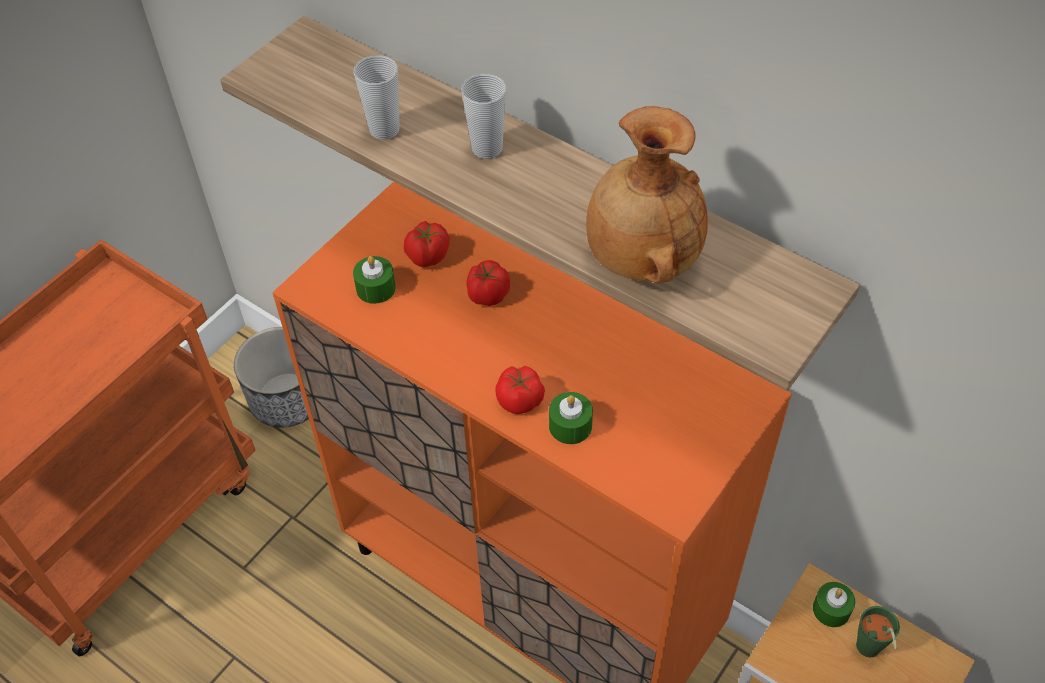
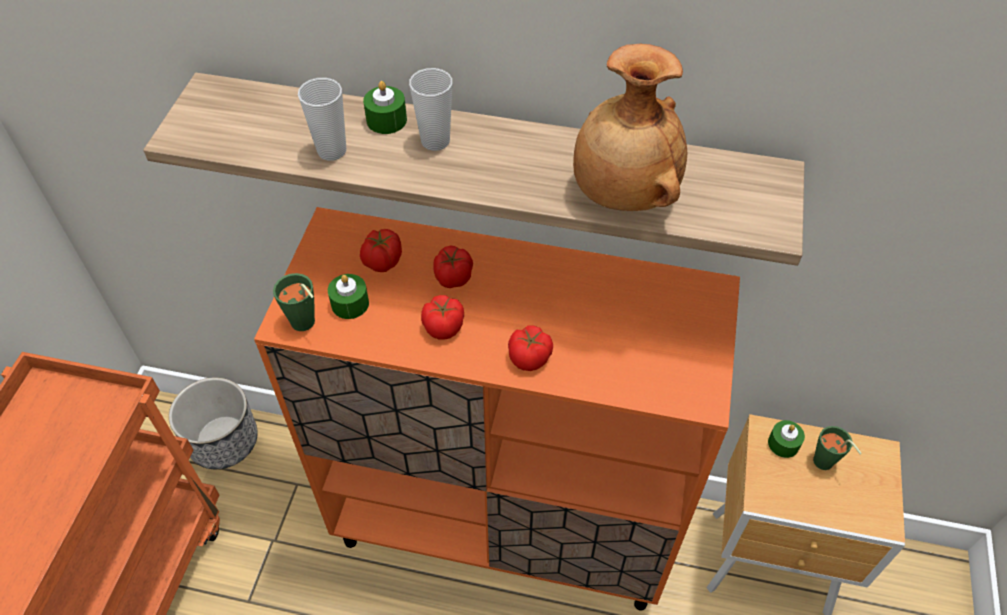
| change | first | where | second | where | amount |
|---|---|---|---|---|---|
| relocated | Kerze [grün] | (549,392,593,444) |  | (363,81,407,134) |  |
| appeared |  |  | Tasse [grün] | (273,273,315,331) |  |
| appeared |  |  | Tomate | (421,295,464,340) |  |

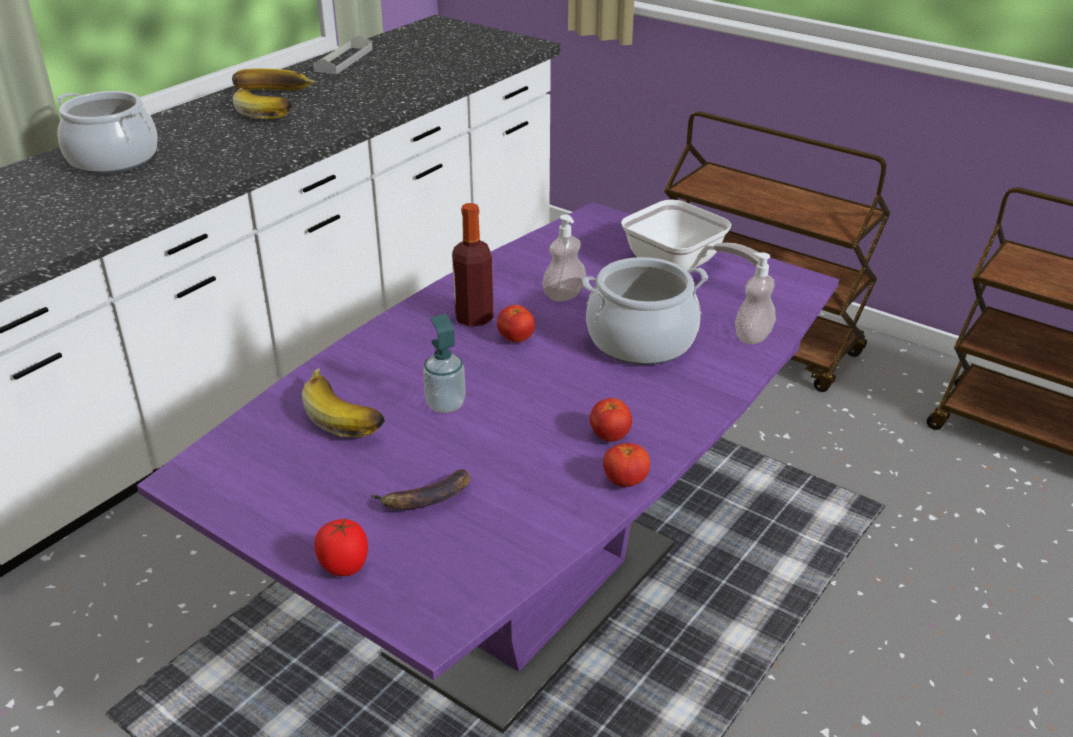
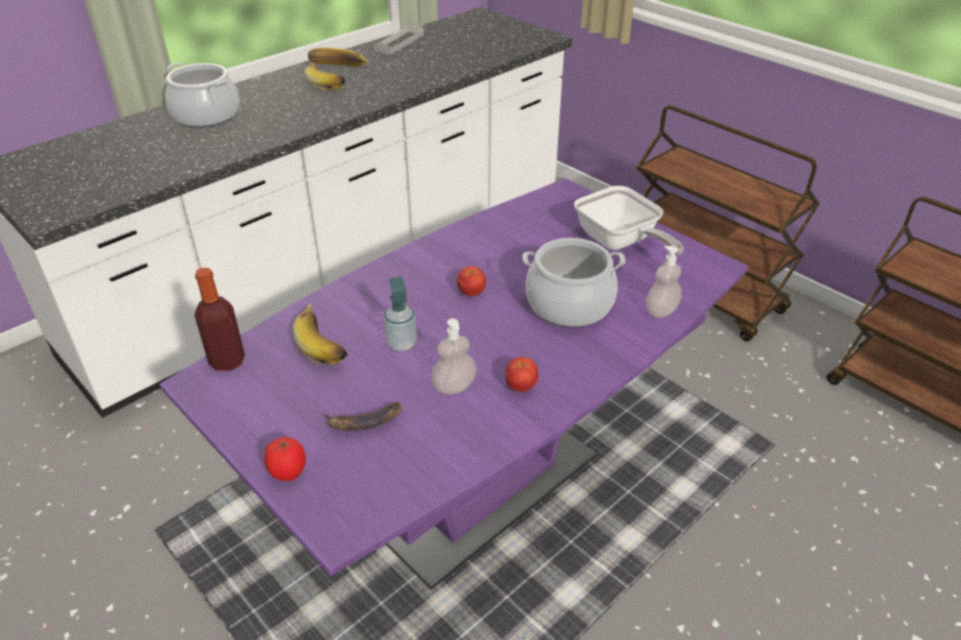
| change | first | where | second | where | amount |
|---|---|---|---|---|---|
| relocated | Flasche | (452,203,494,327) |  | (195,268,245,371) |  |
| relocated | Seifenspender | (542,214,586,301) |  | (431,318,477,395) |  |
| missing | Tomate | (603,443,650,487) |  |  |  |

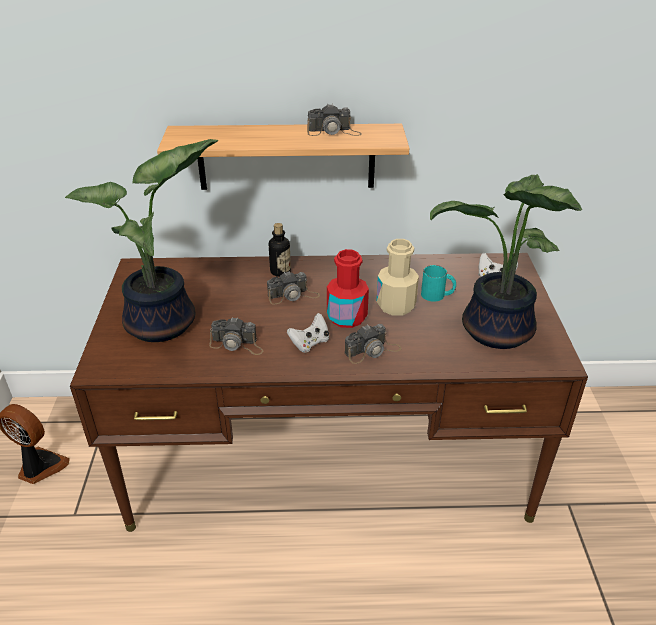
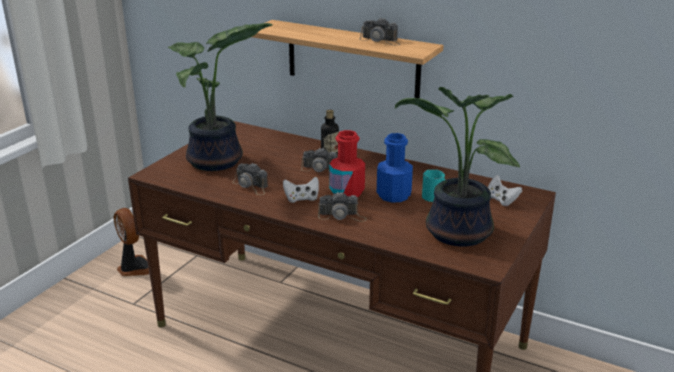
| change | first | where | second | where | amount |
|---|---|---|---|---|---|
| colour | Flasche [beige] | (377,239,419,316) | Flasche [blau] | (377,133,413,203) |  |

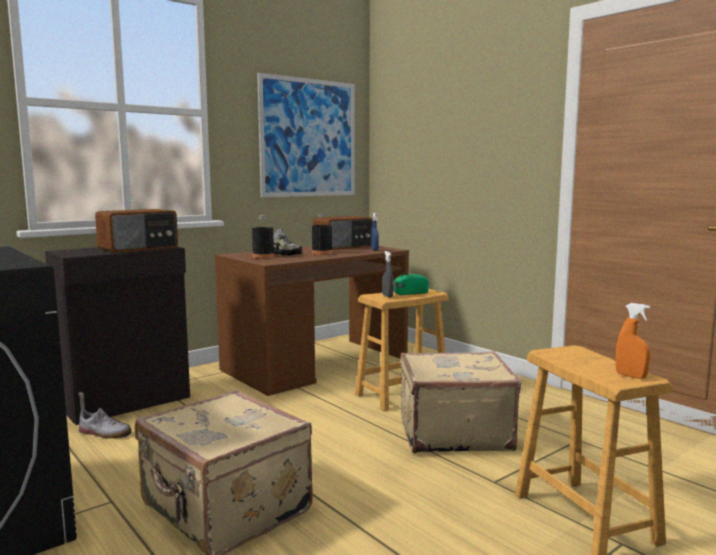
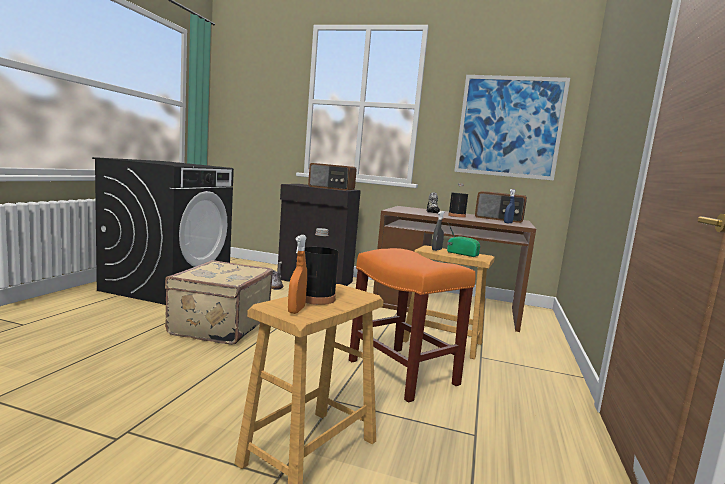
| change | first | where | second | where | amount |
|---|---|---|---|---|---|
| relocated | Flasche [schwarz] | (252,215,274,259) |  | (305,228,339,305) |  |
| exchanged | Koffer [beige] | (400,351,521,453) | Hocker [orange] | (349,248,476,403) |  |

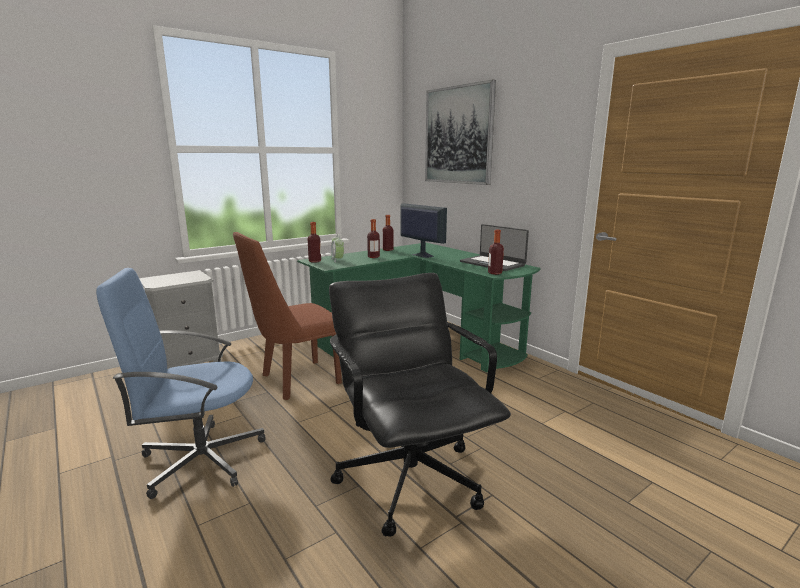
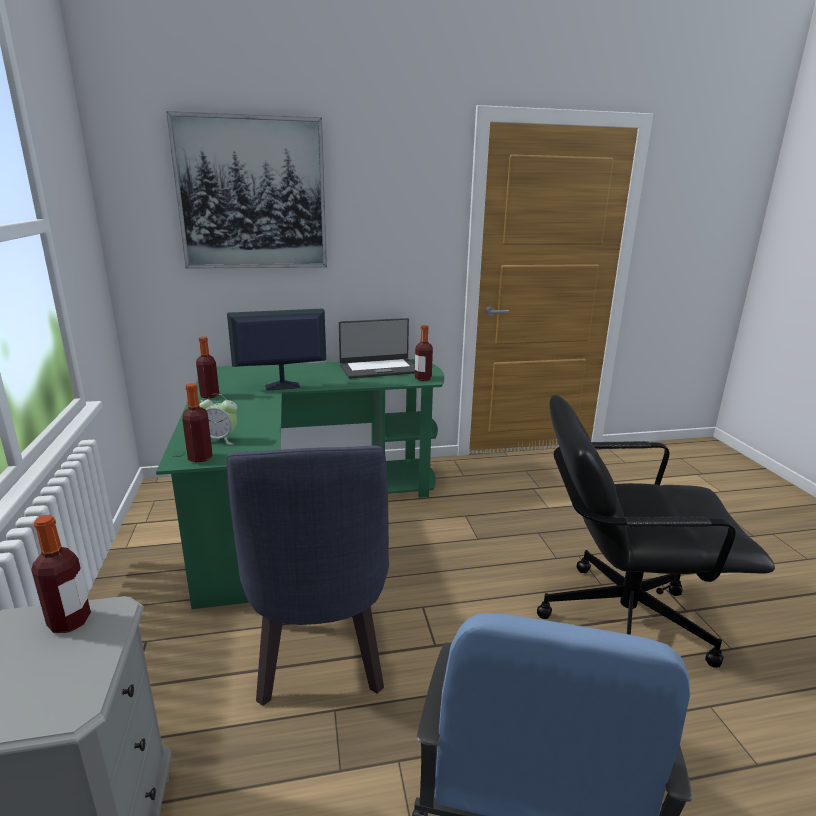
| change | first | where | second | where | amount |
|---|---|---|---|---|---|
| colour | Stuhl [braun] | (233,232,342,400) | Stuhl [blau] | (227,446,389,706) |  |
| relocated | Flasche | (367,219,380,258) |  | (31,515,91,633) |  |

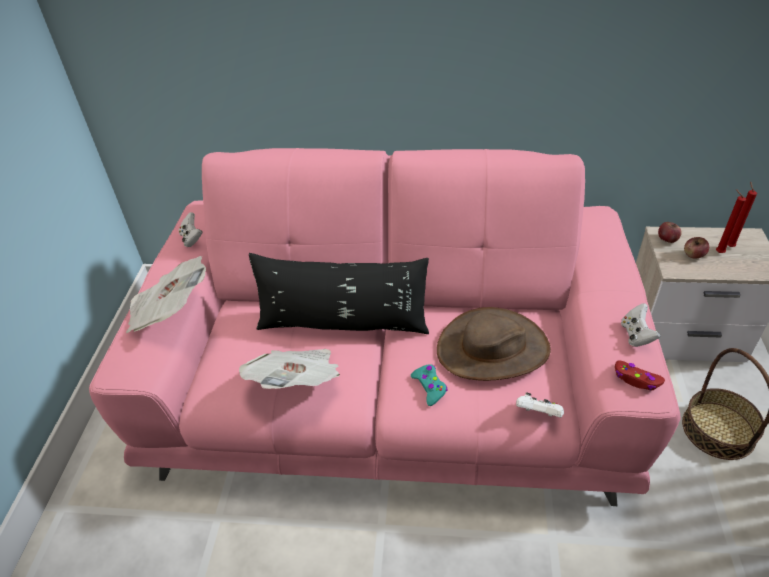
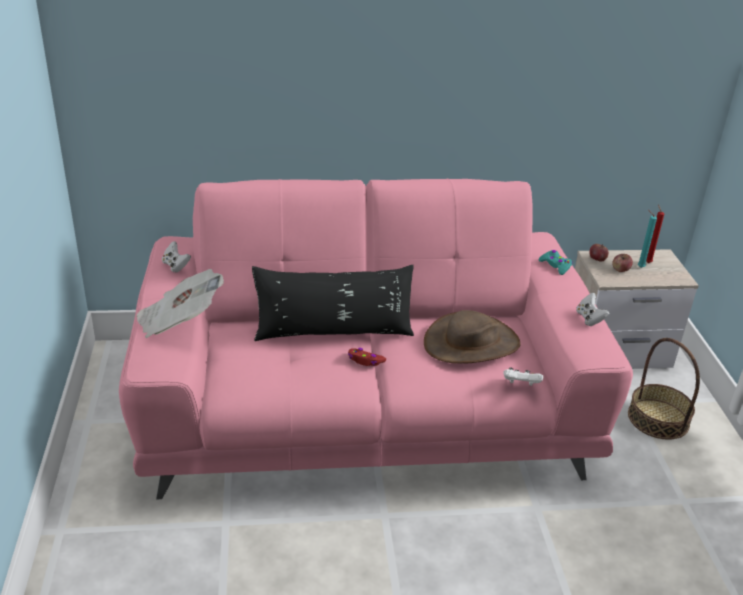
| change | first | where | second | where | amount |
|---|---|---|---|---|---|
| missing | Zeitung | (239,349,340,389) |  |  |  |
| relocated | Gamepad [türkis] | (411,364,447,406) |  | (539,250,573,275) |  |
| relocated | Gamepad [rot] | (615,360,665,390) |  | (348,348,386,366) |  |
| colour | Kerze [rot] | (716,189,746,253) | Kerze [türkis] | (638,210,657,268) |  |

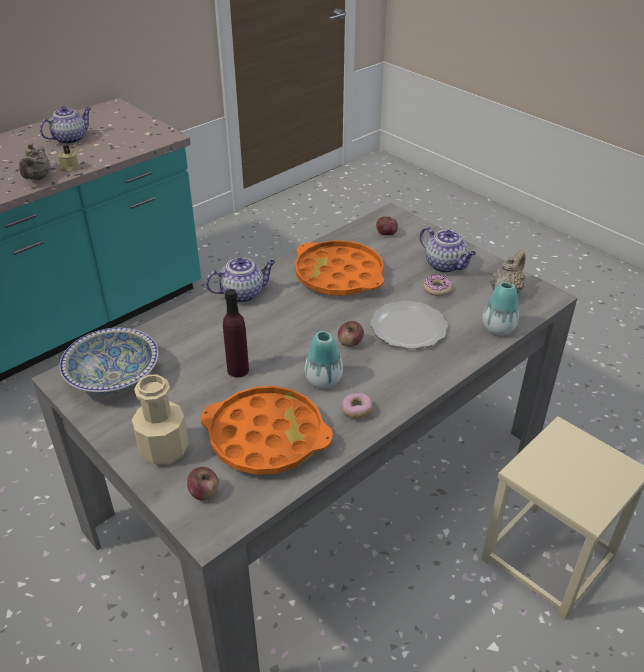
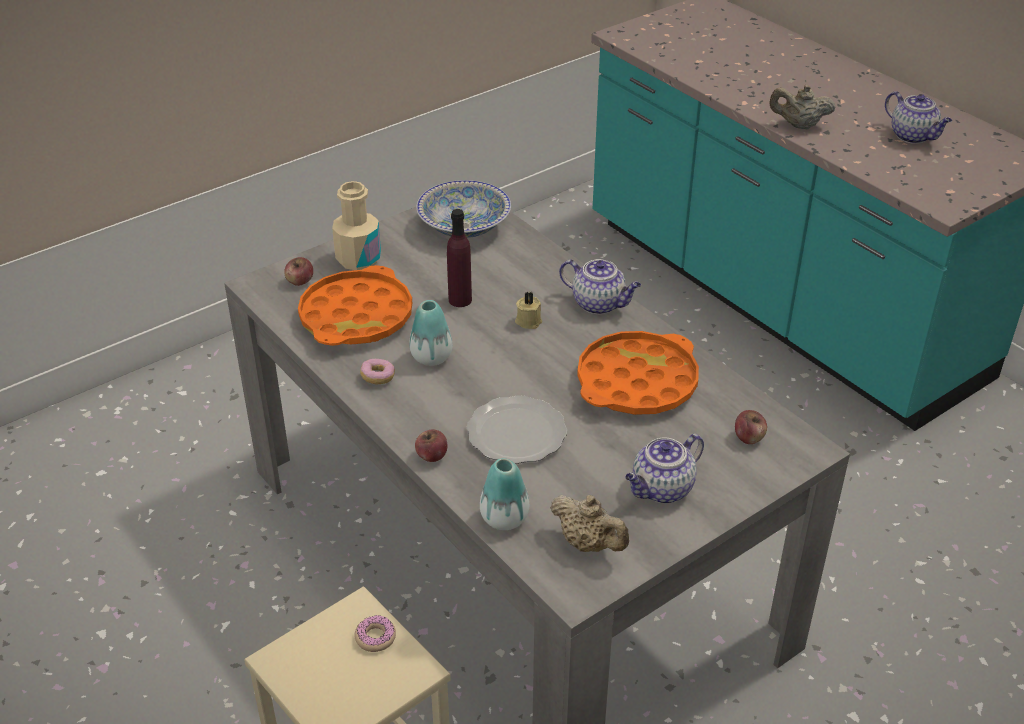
| change | first | where | second | where | amount |
|---|---|---|---|---|---|
| relocated | Kerze [beige] | (58,145,80,172) |  | (515,292,542,329) |  |
| spun | Teekanne | (206,257,275,303) |  | (559,259,641,314) | 45 degrees counterclockwise |
| relocated | Apfel | (338,321,364,347) |  | (415,430,448,462) |  |
| relocated | Donut | (423,275,452,296) |  | (355,615,396,652) |  |

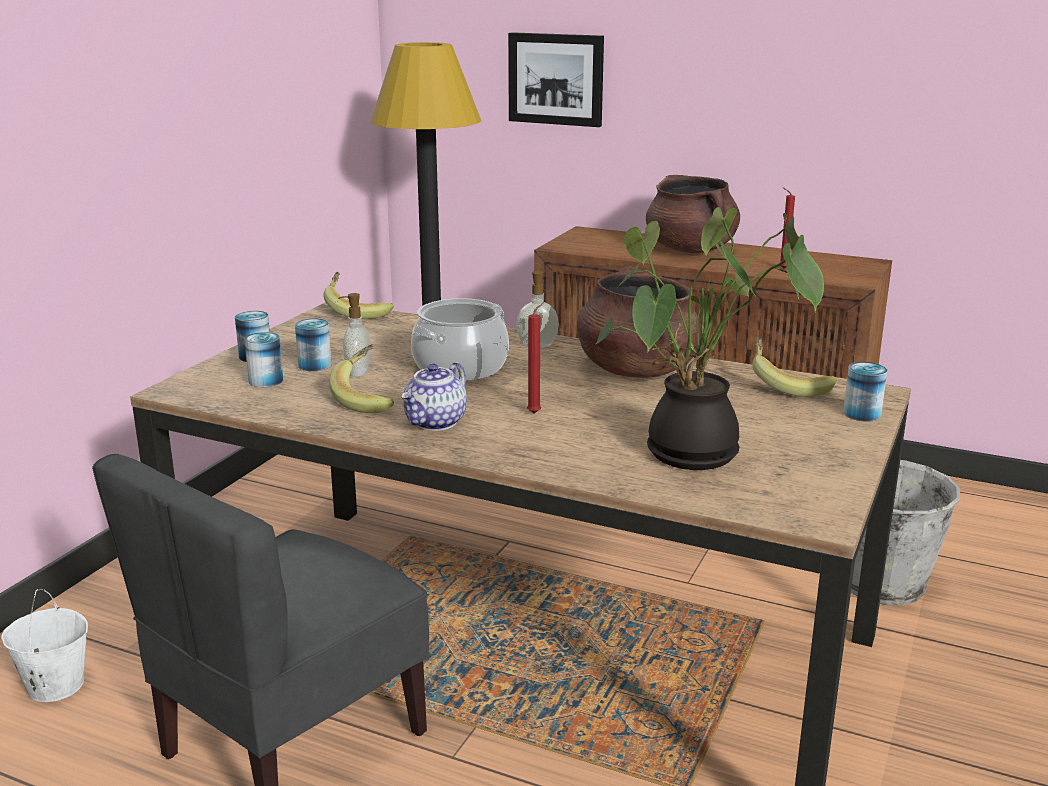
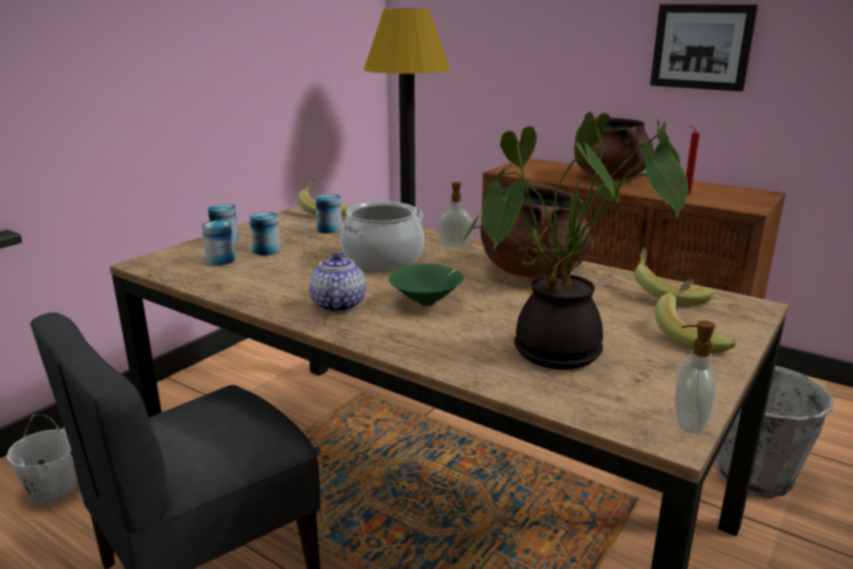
| change | first | where | second | where | amount |
|---|---|---|---|---|---|
| relocated | Banane | (329,345,394,413) |  | (655,279,736,353) |  |
| relocated | Seifenspender | (338,293,371,377) |  | (675,321,715,434) |  |
| spun | Teekanne | (401,362,467,431) |  | (309,252,366,313) | 135 degrees clockwise |
| relocated | Bild | (508,32,604,127) |  | (650,4,758,92) |  |
| exchanged | Kerze [rot] | (527,302,544,413) | Schüssel [grün] | (389,264,464,307) |  |
| relocated | Dose | (843,362,887,422) |  | (315,194,342,234) |  |

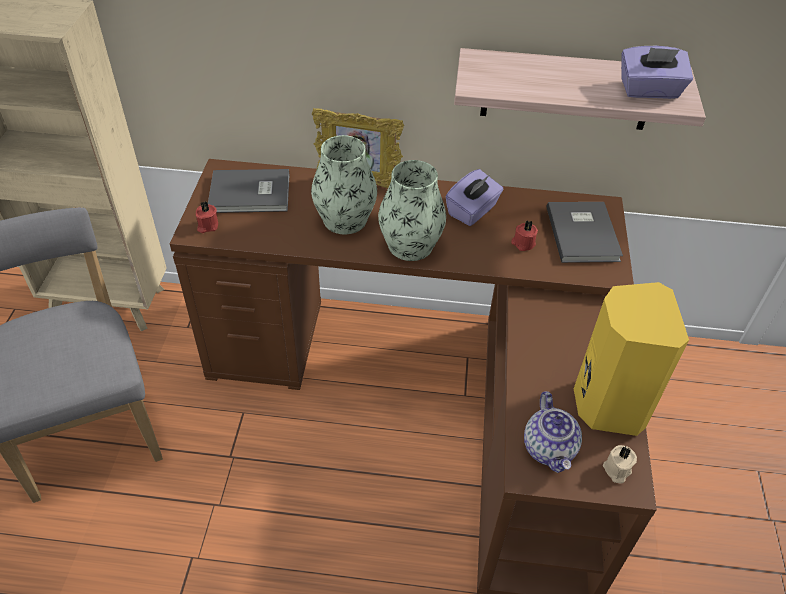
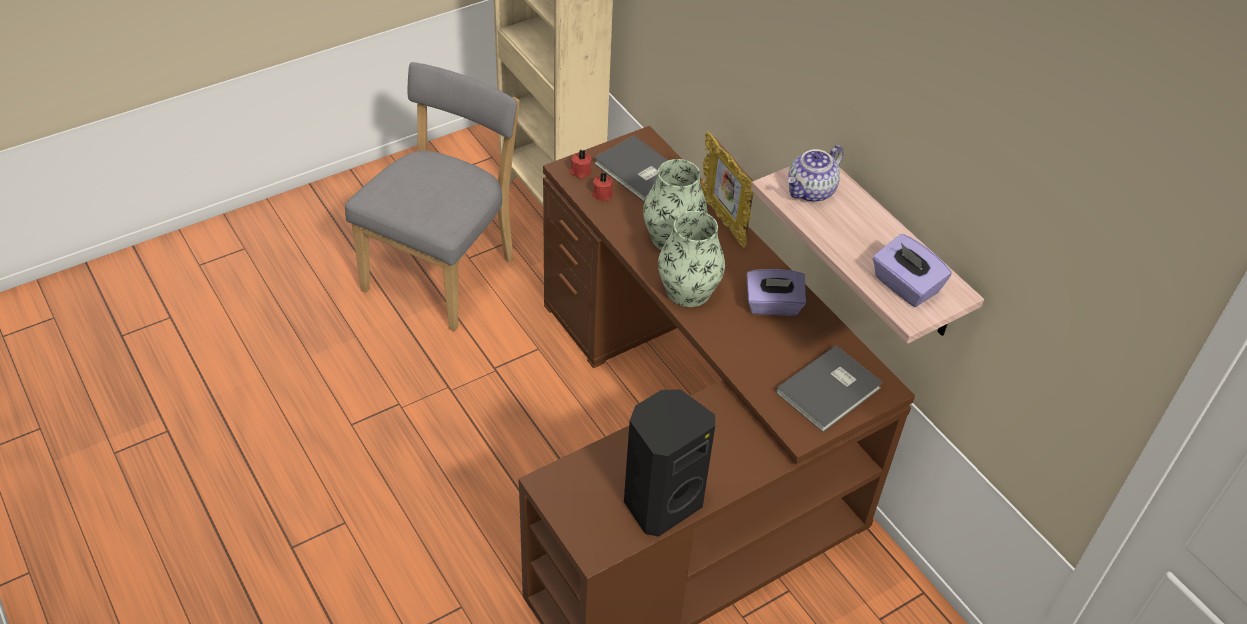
| change | first | where | second | where | amount |
|---|---|---|---|---|---|
| relocated | Kerze [rot] | (511,220,538,251) |  | (592,173,613,201) |  |
| relocated | Teekanne | (524,391,582,473) |  | (787,145,844,202) |  |
| colour | Lautsprecher [gelb] | (574,282,689,436) | Lautsprecher [schwarz] | (624,389,715,537) |  |
| missing | Kerze [beige] | (603,445,637,484) |  |  |  |

